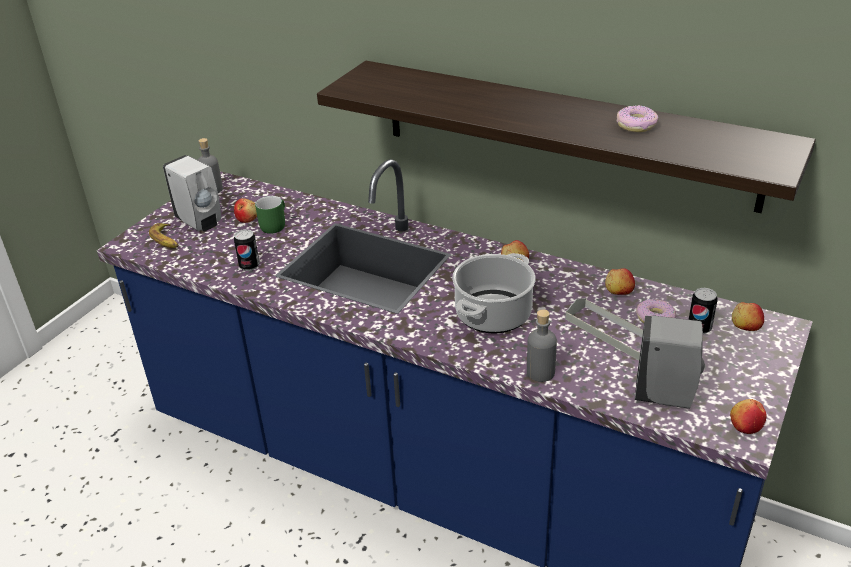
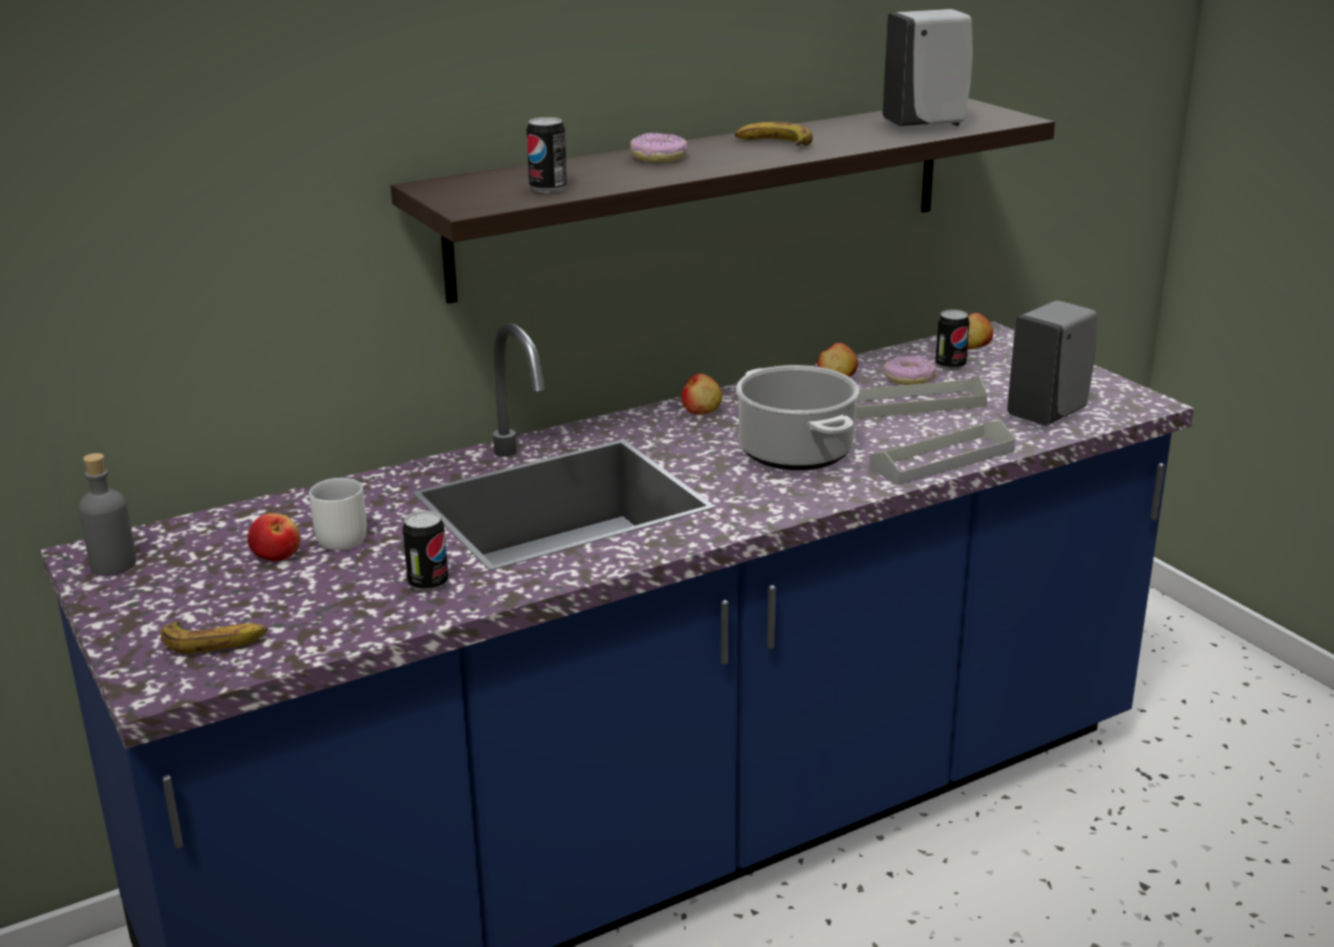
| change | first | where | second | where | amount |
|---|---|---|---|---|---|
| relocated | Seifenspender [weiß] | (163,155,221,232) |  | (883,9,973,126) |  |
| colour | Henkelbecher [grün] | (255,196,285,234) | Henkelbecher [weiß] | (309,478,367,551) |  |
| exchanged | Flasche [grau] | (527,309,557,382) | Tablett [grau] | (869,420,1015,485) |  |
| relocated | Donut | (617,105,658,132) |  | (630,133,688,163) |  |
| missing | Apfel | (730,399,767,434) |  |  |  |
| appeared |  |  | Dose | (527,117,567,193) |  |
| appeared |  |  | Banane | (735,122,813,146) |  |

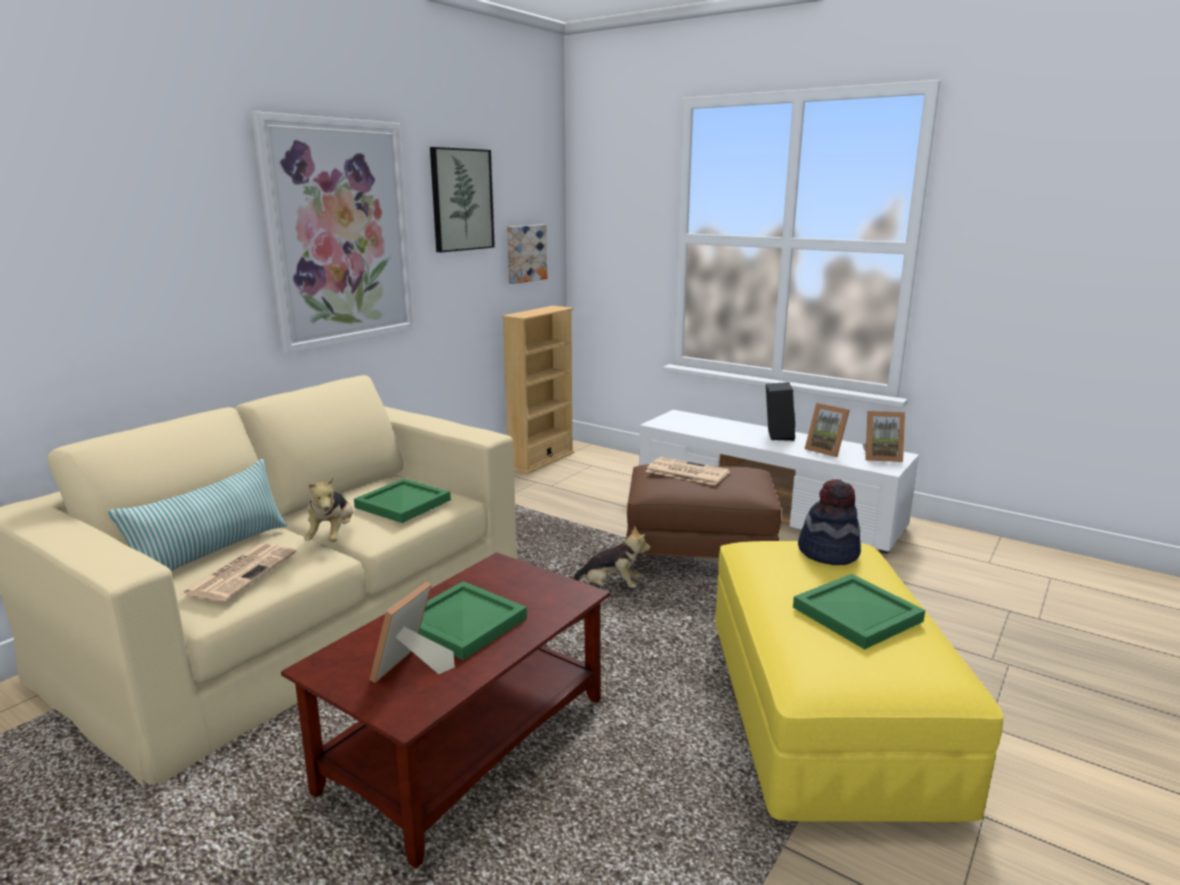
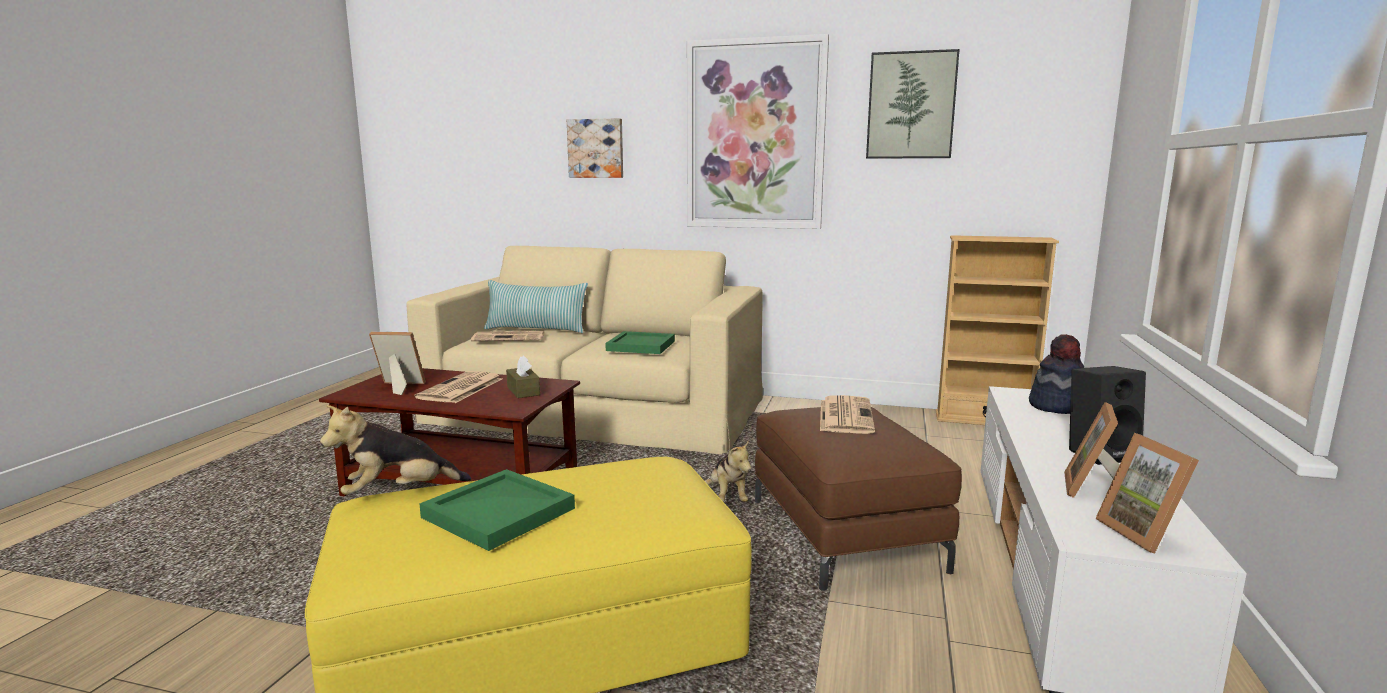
| change | first | where | second | where | amount |
|---|---|---|---|---|---|
| relocated | Plüschtier | (304,476,353,542) |  | (320,405,471,495) |  |
| exchanged | Tablett [grün] | (419,581,527,660) | Zeitung | (415,371,502,403) |  |
| relocated | Bild | (507,225,548,284) |  | (567,118,623,178) |  |
| relocated | Hut | (798,479,861,565) |  | (1029,334,1084,414) |  |
| appeared |  |  | Taschentuchbox [braun] | (506,356,540,398) |  |

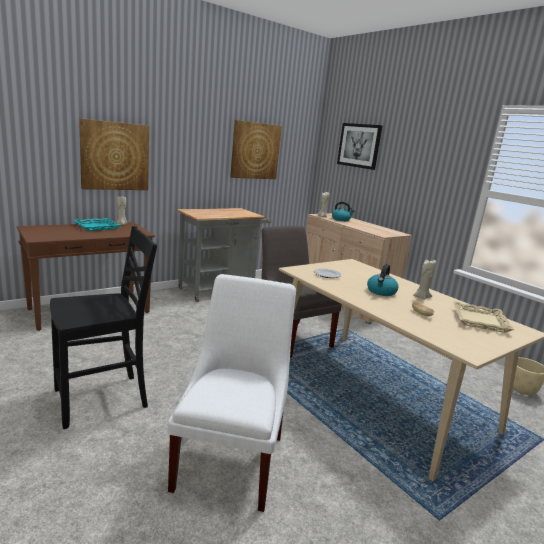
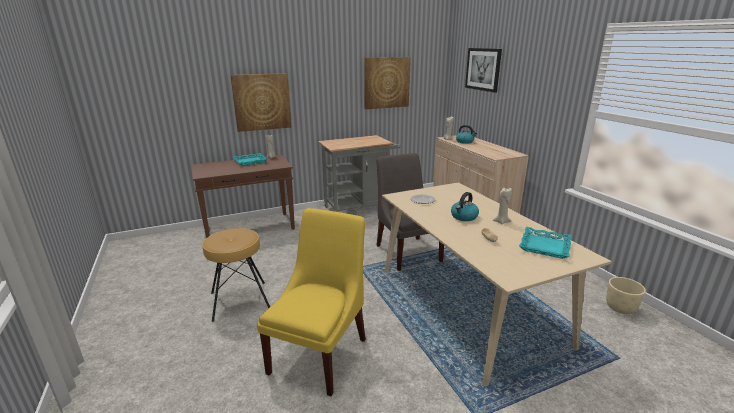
| change | first | where | second | where | amount |
|---|---|---|---|---|---|
| exchanged | Stuhl [schwarz] | (50,226,157,429) | Hocker [braun] | (202,228,270,322) |  |
| colour | Stuhl [weiß] | (168,274,296,512) | Stuhl [gelb] | (257,208,366,396) |  |
| colour | Tablett [beige] | (453,301,514,333) | Tablett [türkis] | (519,227,572,259) |  |

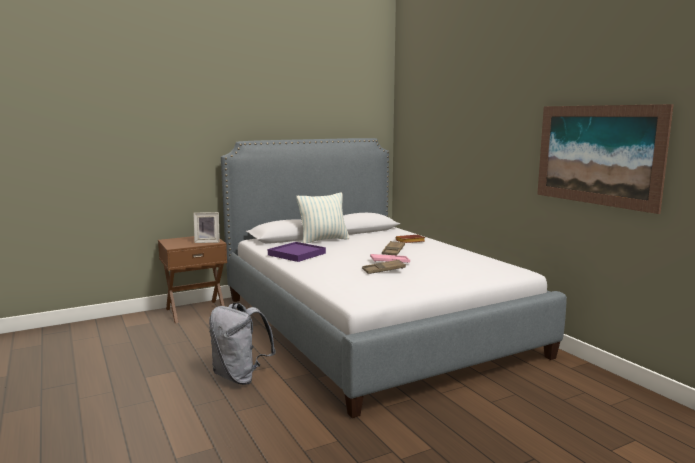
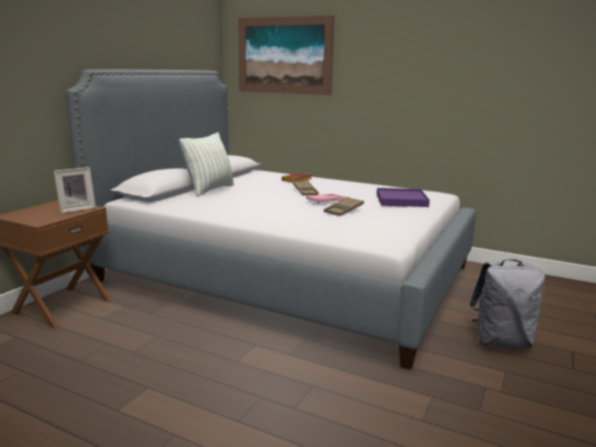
| change | first | where | second | where | amount |
|---|---|---|---|---|---|
| relocated | Rucksack [grau] | (209,303,276,385) |  | (469,259,545,348) |  |
| relocated | Tablett [lila] | (268,242,326,262) |  | (377,188,430,207) |  |
| relocated | Bild | (537,104,674,214) |  | (238,15,334,95) |  |

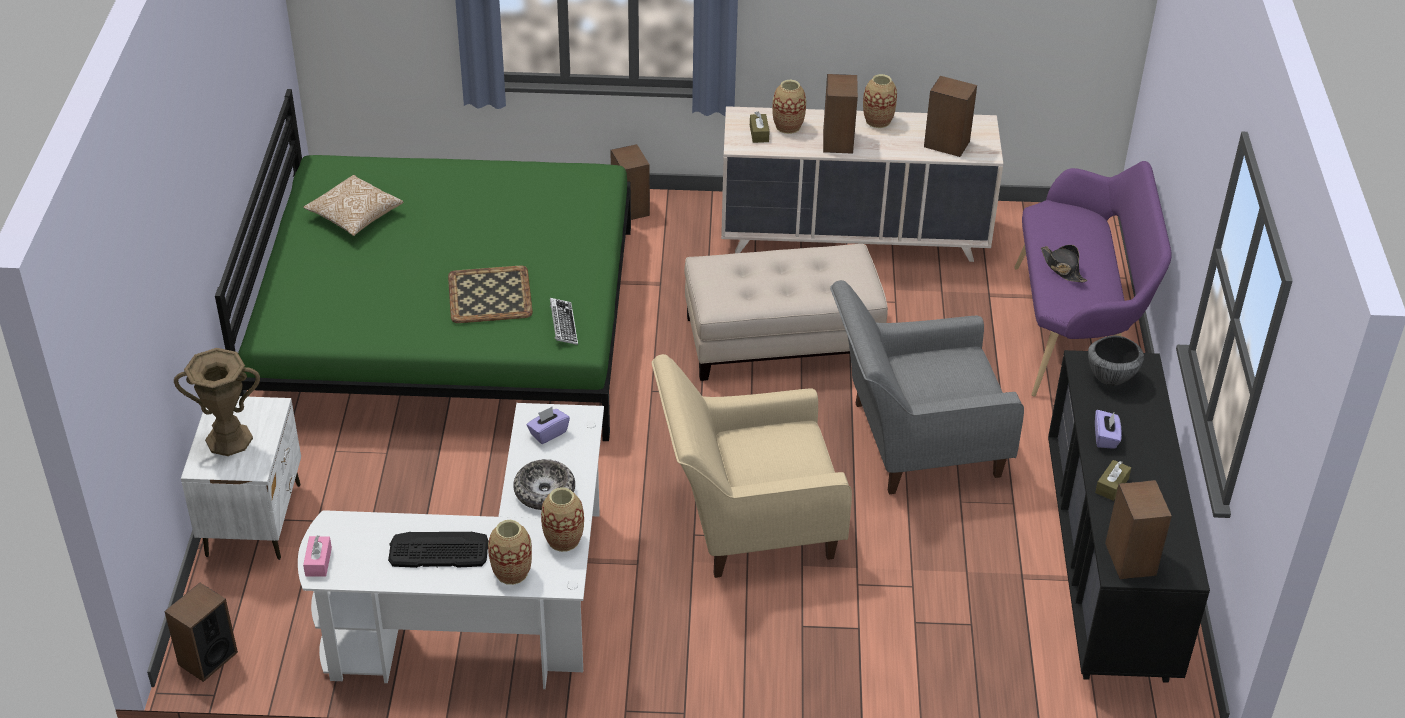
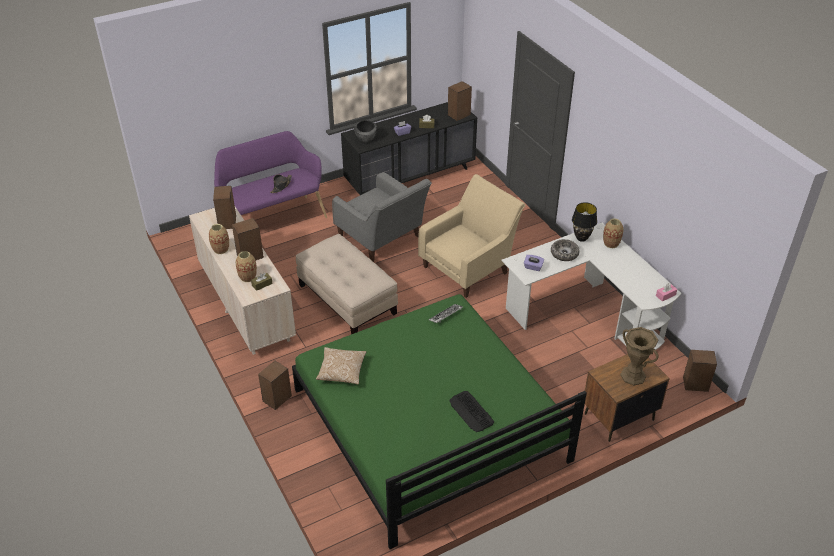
| change | first | where | second | where | amount |
|---|---|---|---|---|---|
| colour | Nachttisch [weiß] | (181,396,301,560) | Nachttisch [braun] | (585,354,670,442) |  |
| relocated | Kissen | (303,175,403,236) |  | (316,347,367,384) |  |
| relocated | Tastatur | (388,532,488,568) |  | (449,391,494,432) |  |
| missing | Tablett | (448,266,533,323) |  |  |  |
| exchanged | Vase | (541,487,584,552) | Tischlampe [schwarz] | (572,202,597,242) |  |
| spun | Sessel [beige] | (652,354,852,578) |  | (418,174,525,298) | 90 degrees counterclockwise |

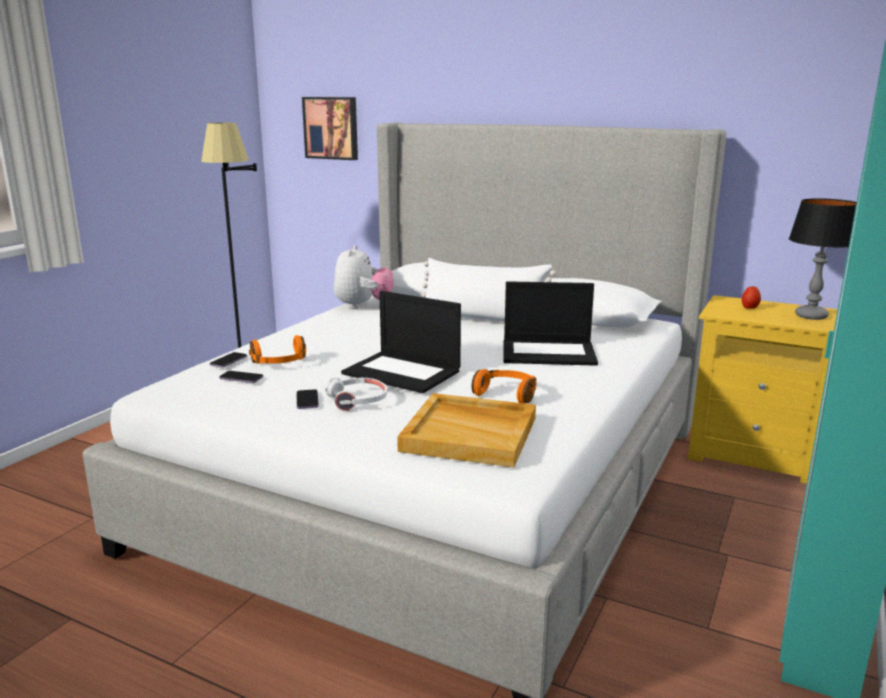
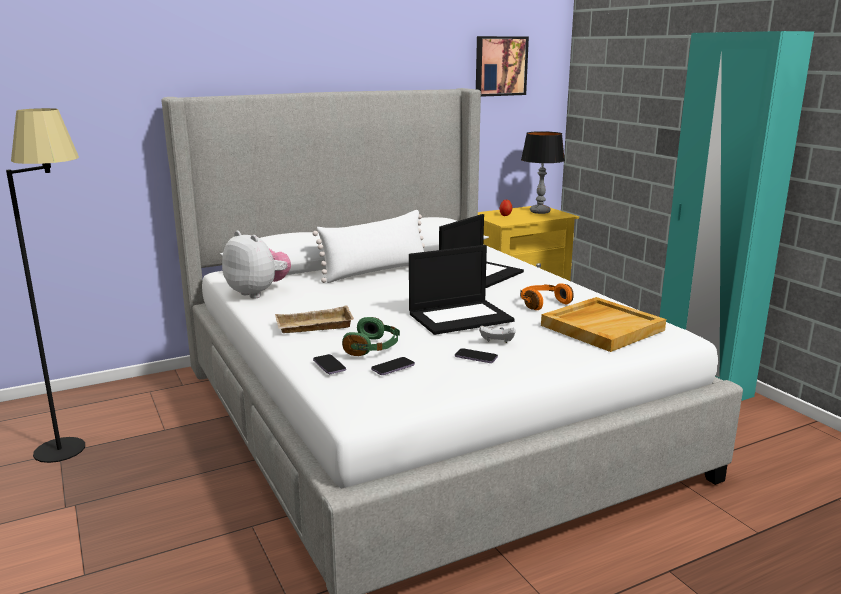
| change | first | where | second | where | amount |
|---|---|---|---|---|---|
| colour | Kopfhörer [orange] | (249,335,306,364) | Kopfhörer [grün] | (342,317,400,356) |  |
| relocated | Bild | (302,97,358,160) |  | (476,36,529,97) |  |
| exchanged | Kopfhörer [weiß] | (325,378,387,411) | Gamepad [weiß] | (479,326,516,343) |  |
| appeared |  |  | Tablett [beige] | (275,306,354,333) |  |

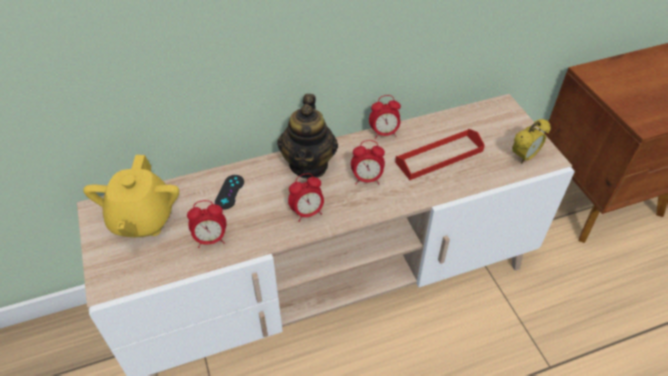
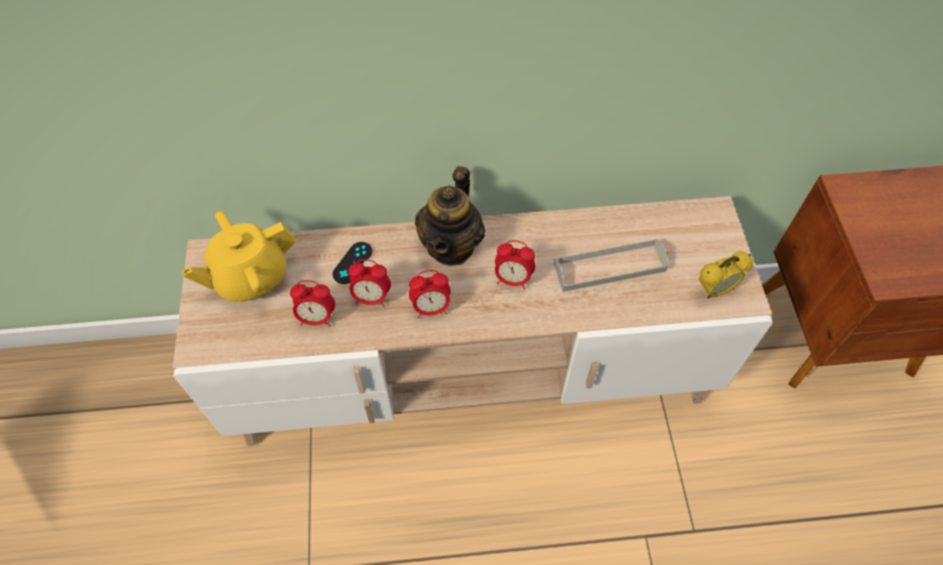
| change | first | where | second | where | amount |
|---|---|---|---|---|---|
| spun | Teekanne [gelb] | (83,155,179,237) |  | (181,211,296,303) | 45 degrees clockwise |
| relocated | Wecker | (369,95,401,139) |  | (348,259,391,307) |  |
| colour | Tablett [rot] | (395,129,485,180) | Tablett [grau] | (554,238,668,292) |  |

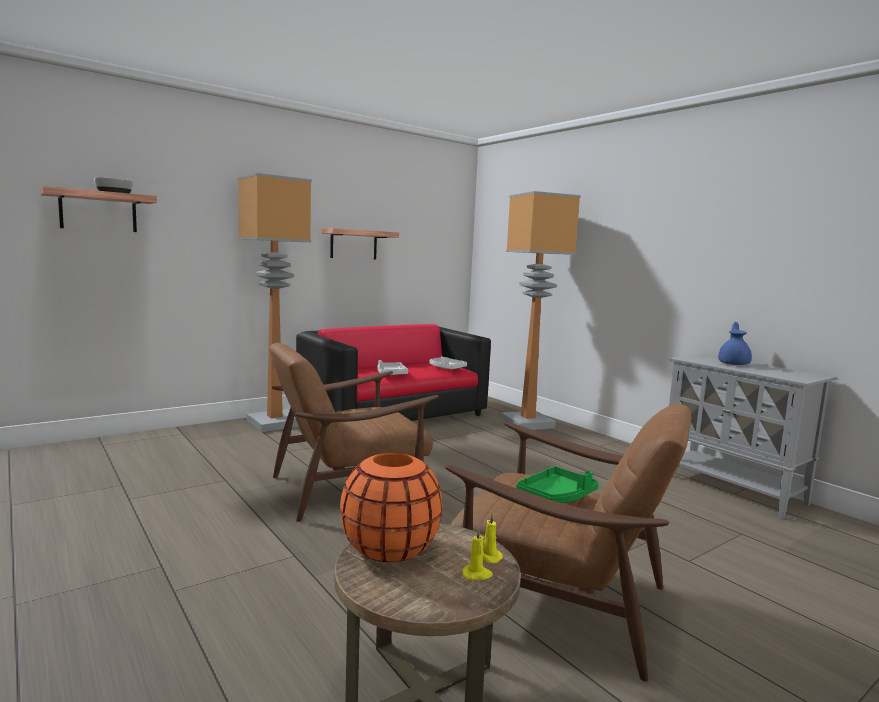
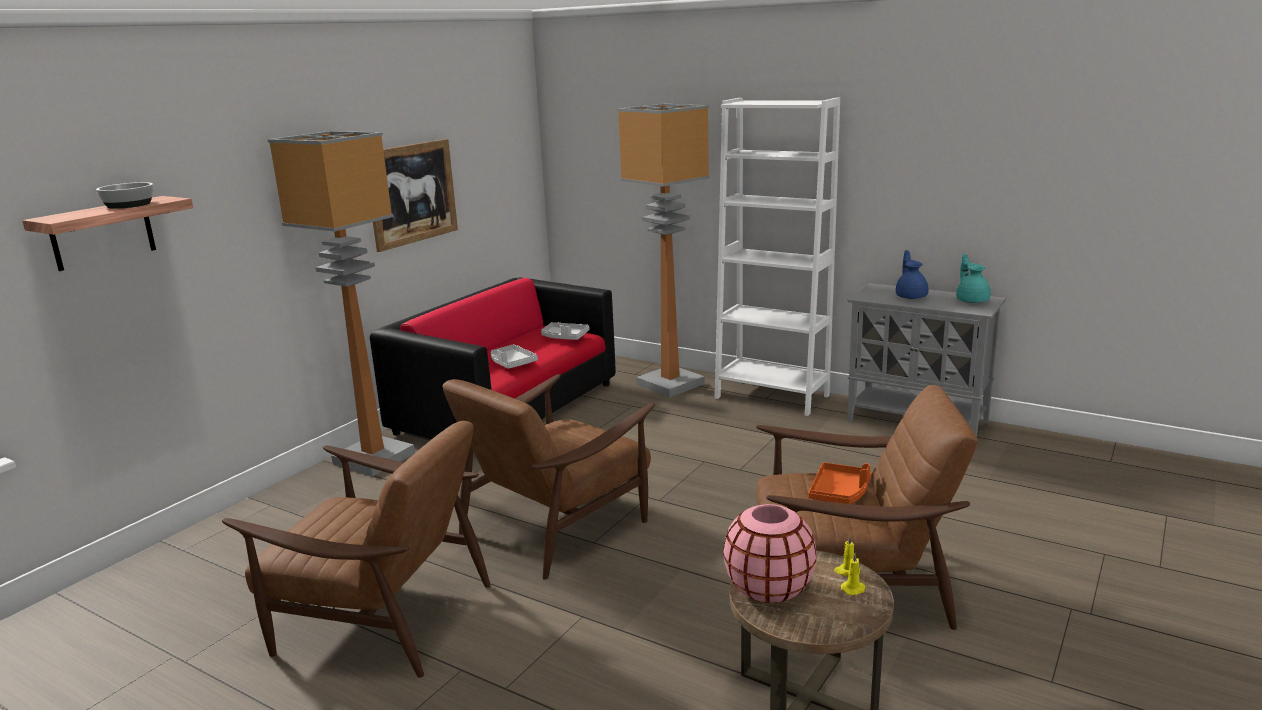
| change | first | where | second | where | amount |
|---|---|---|---|---|---|
| exchanged | Wandregal | (321,228,399,259) | Bild | (373,139,458,252) |  |
| colour | Vase [orange] | (340,453,442,562) | Vase [rosa] | (723,504,816,603) |  |
| colour | Tablett [grün] | (516,466,599,503) | Tablett [orange] | (808,462,872,504) |  |
| appeared |  |  | Sessel [braun] | (222,421,491,678) |  |
| appeared |  |  | Bücherregal [weiß] | (715,98,840,416) |  |
| appeared |  |  | Teekanne [türkis] | (956,253,991,303) |  |

